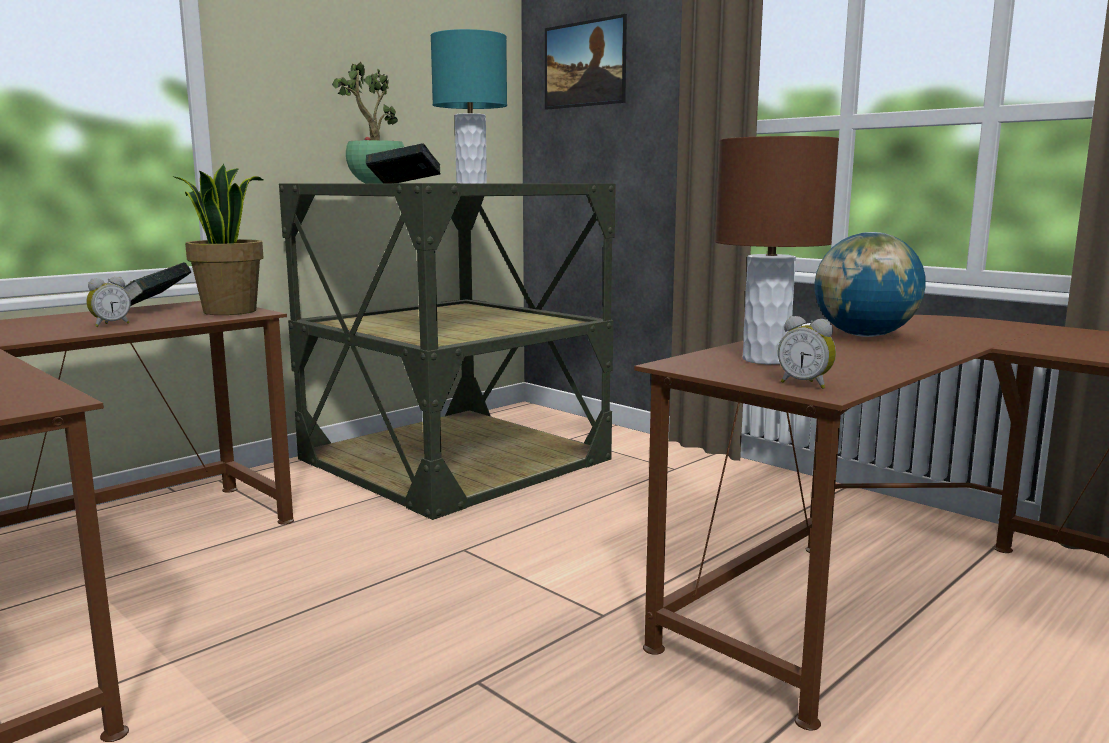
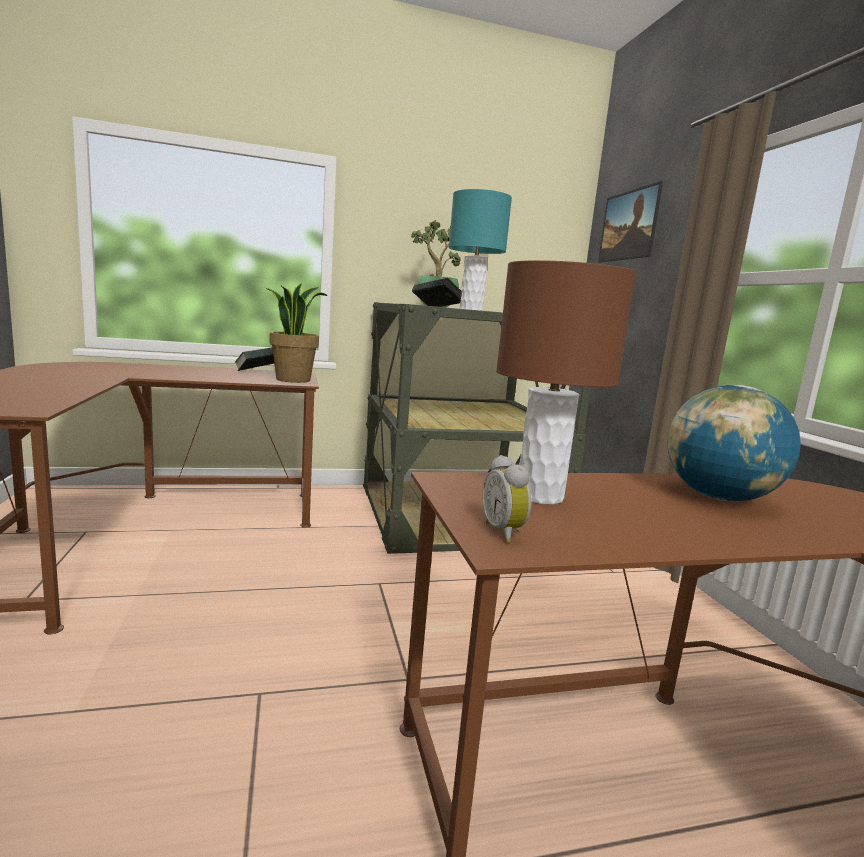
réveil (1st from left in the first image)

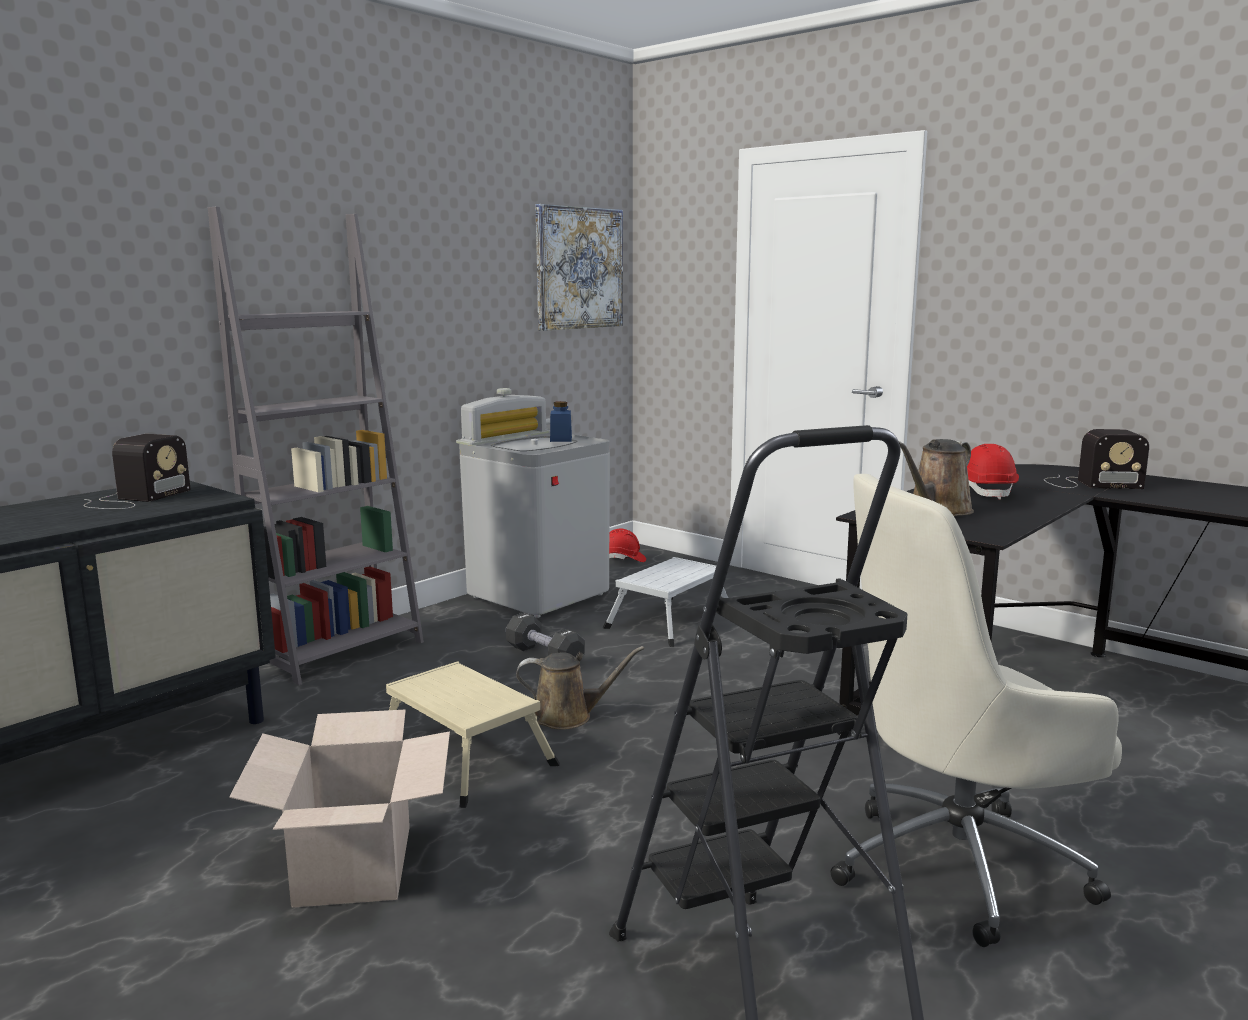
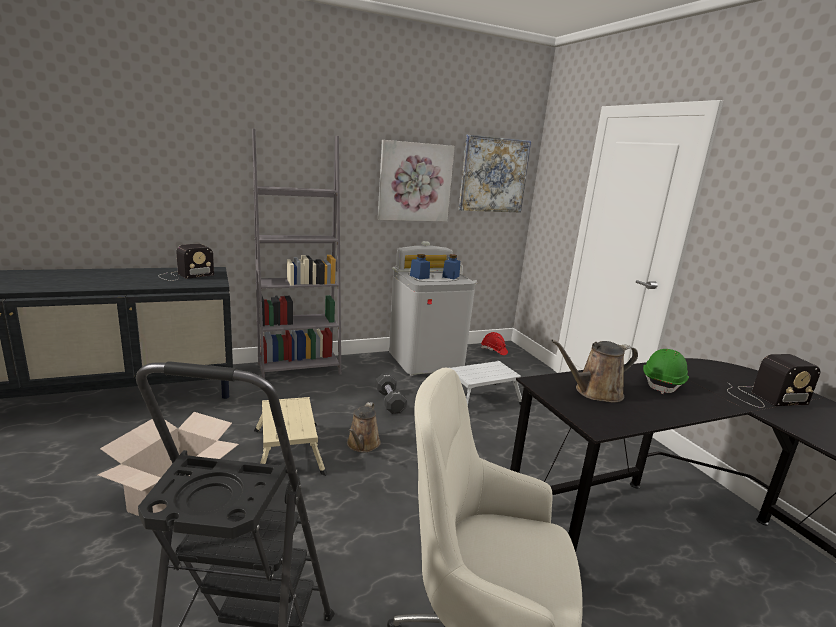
tableau (1st from left)
bocal (bleu) (1st from left)
casque de chantier (vert)
arrosoir (marron) (1st from left)
radio (2nd from left)

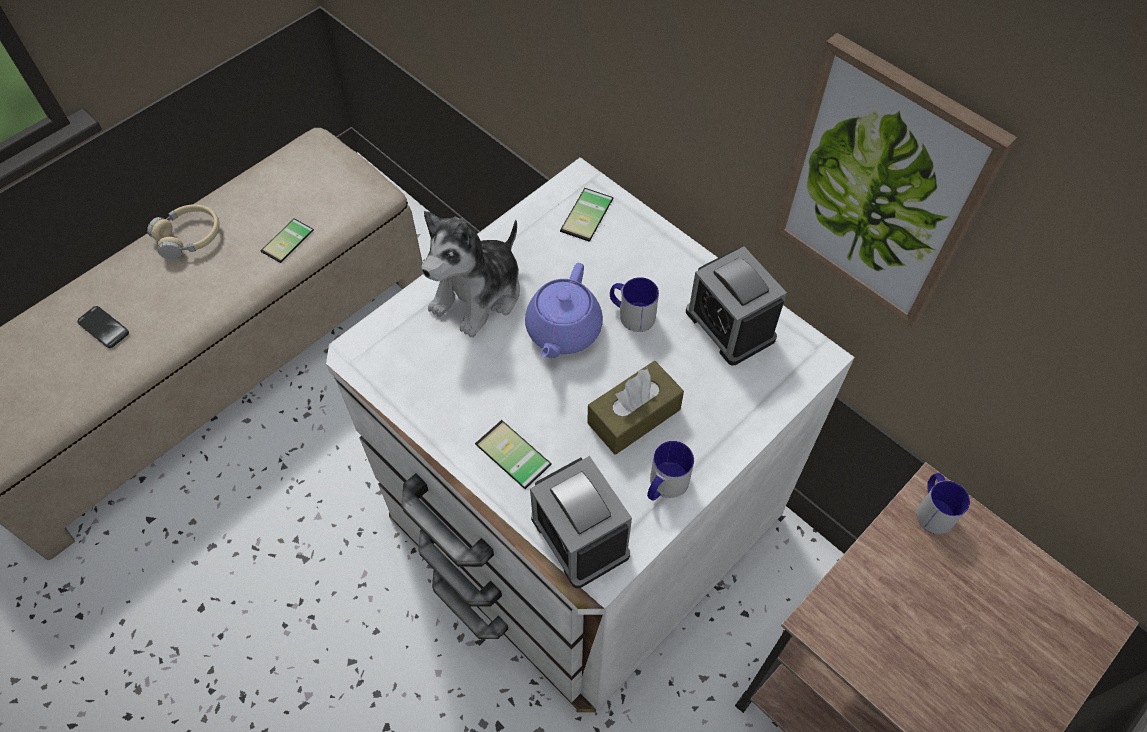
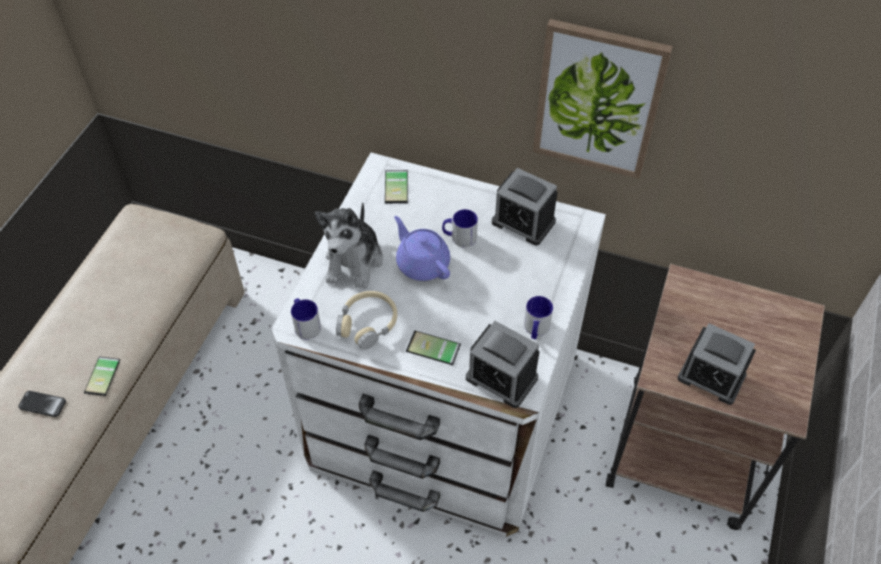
boîte à mouchoirs (marron)
réveil (3rd from left)
casque audio (beige)
téléphone (2nd from left)
mug (1st from left)
théière (violet)

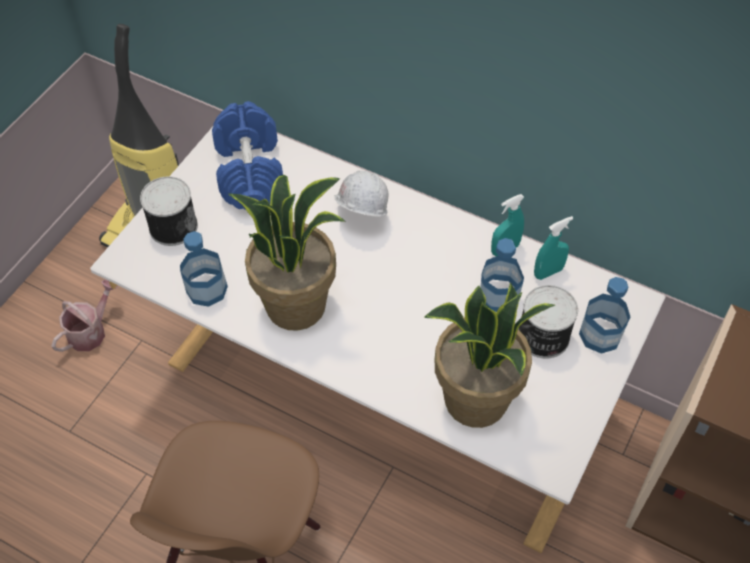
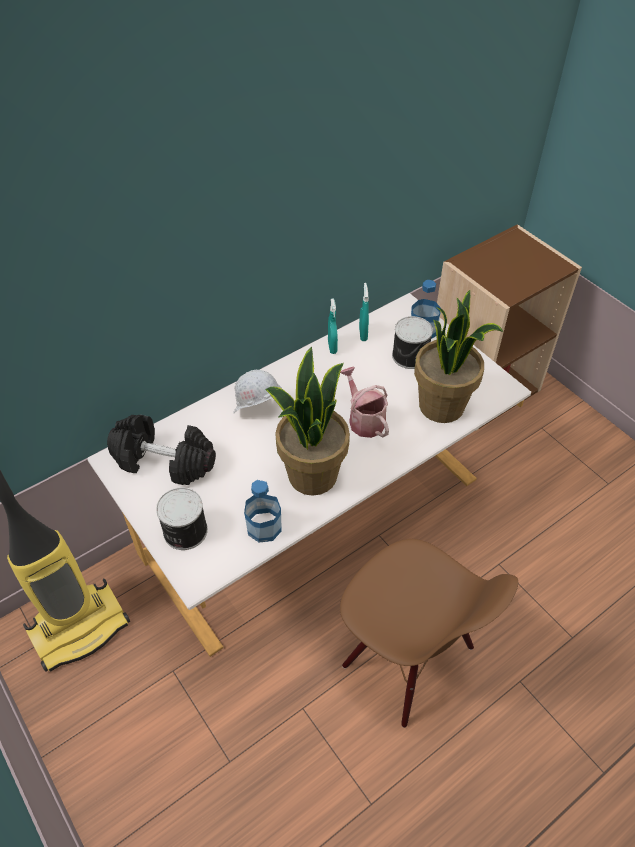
bouteille (2nd from left in the first image)
arrosoir
haltère (noir)

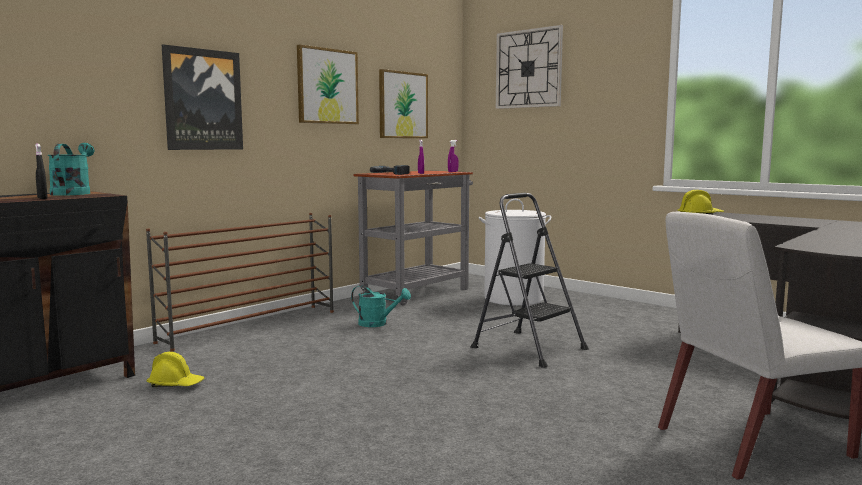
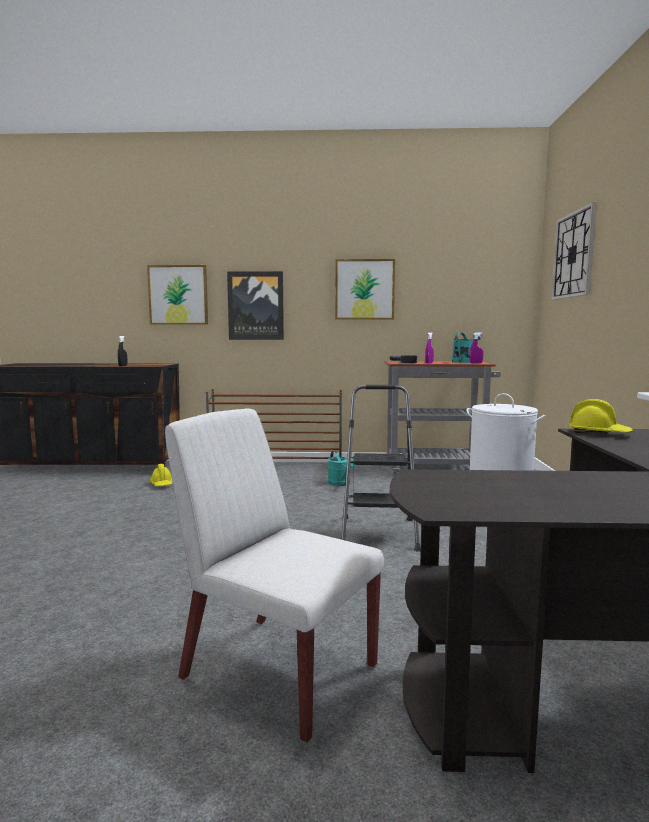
arrosoir (turquoise) (2nd from left)
tableau (1st from left)

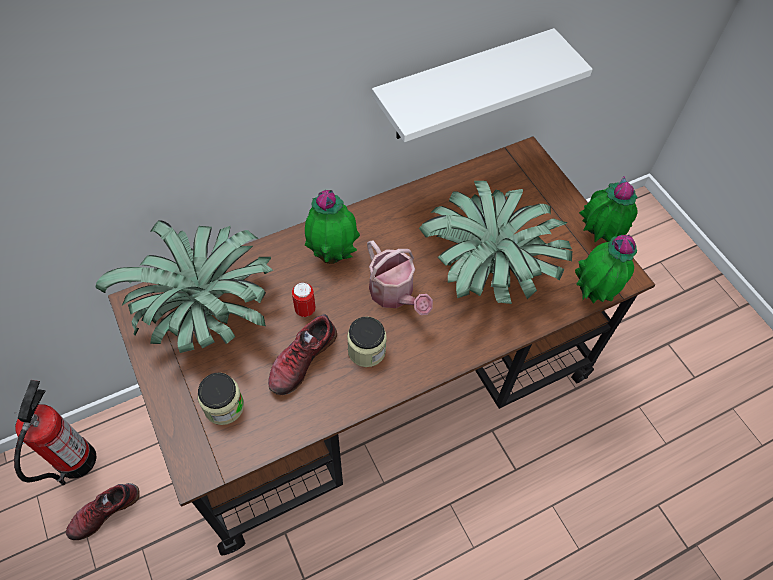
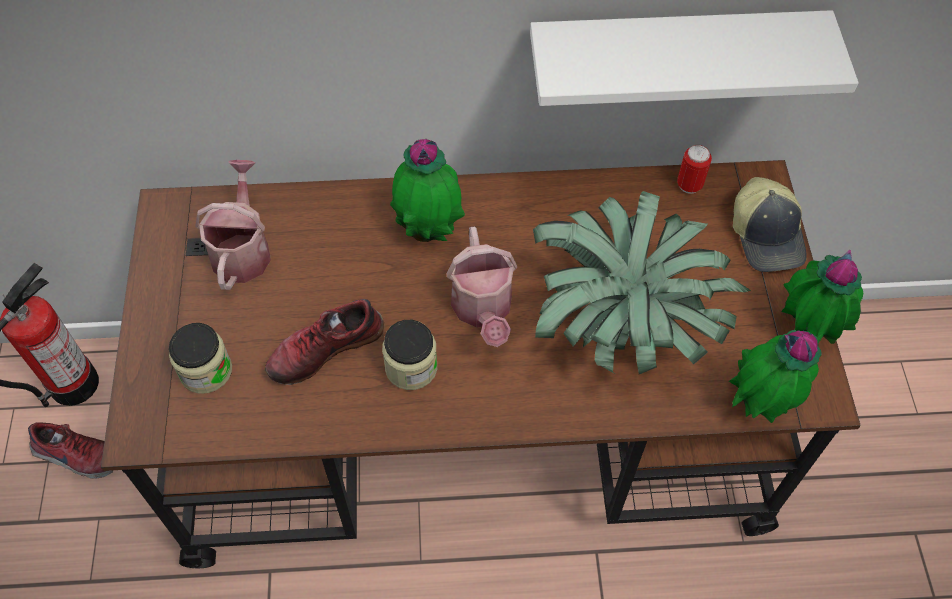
casquette
boîte métallique
arrosoir (1st from left)
chaussure (1st from left)

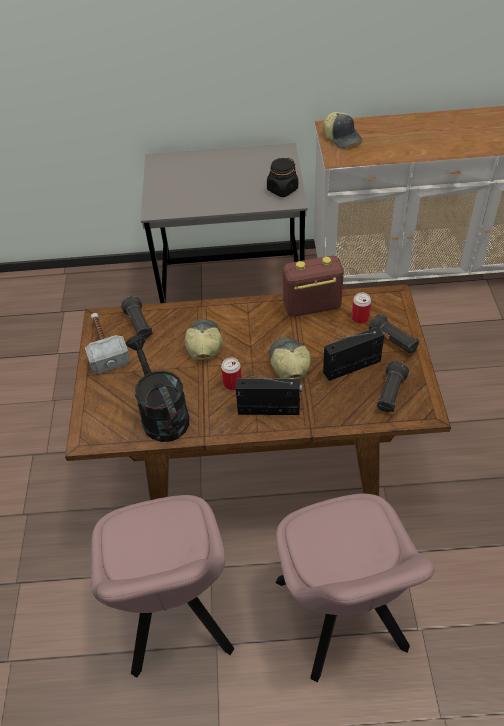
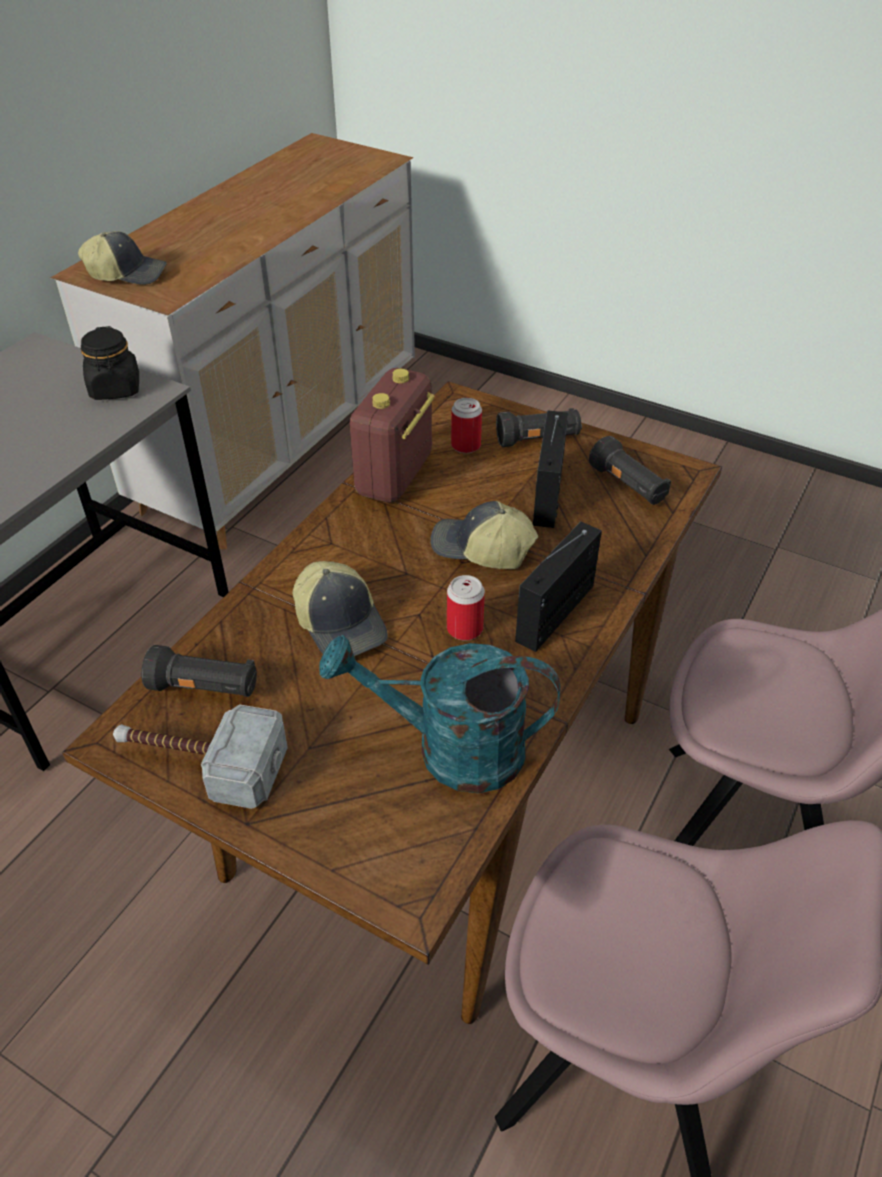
arrosoir (turquoise)
casquette (2nd from left)

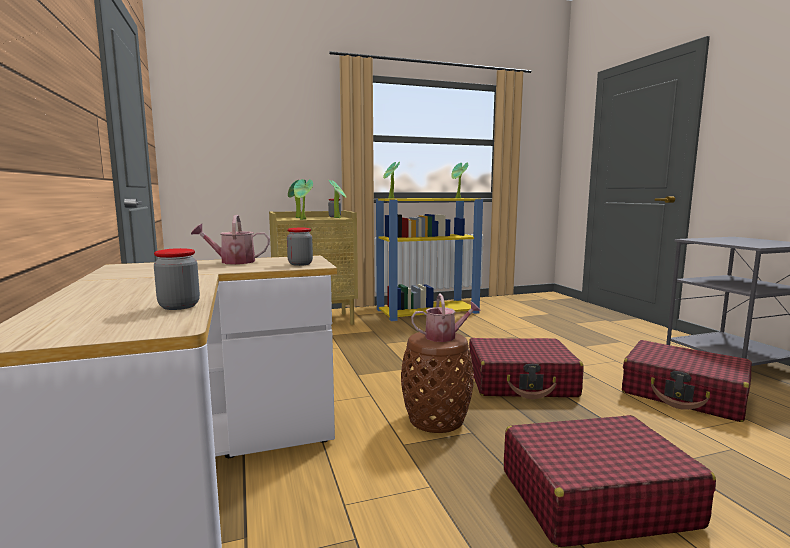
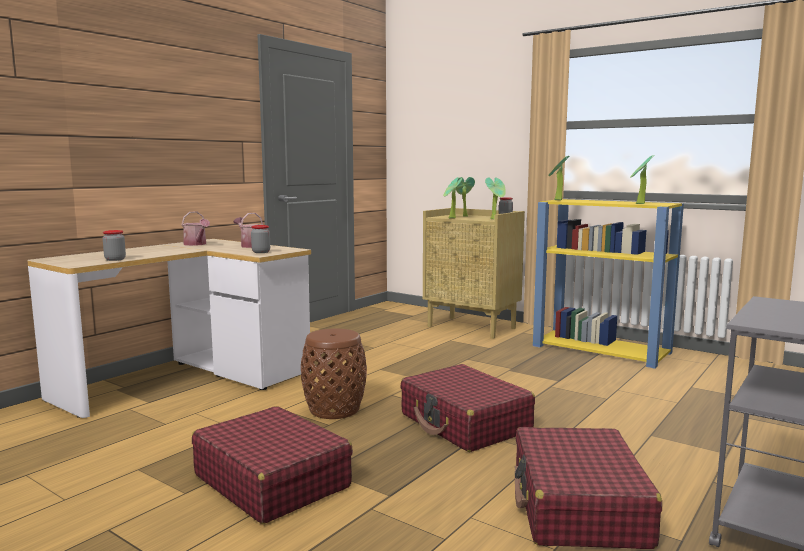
arrosoir (1st from left)

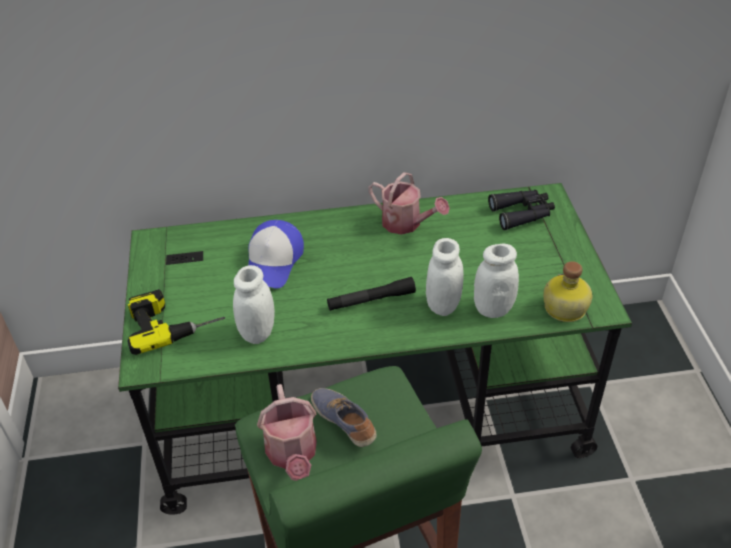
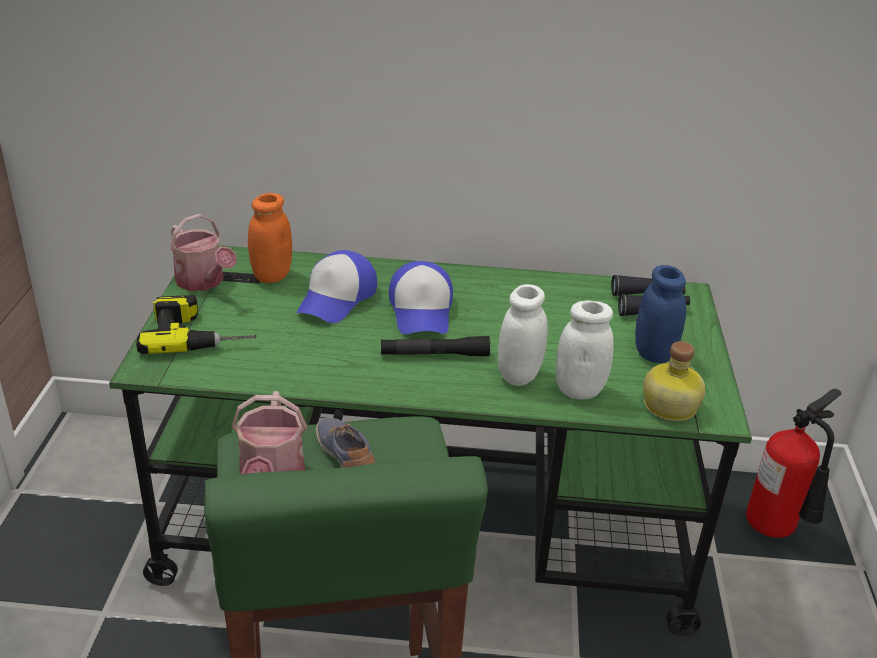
bocal (blanc) (1st from left in the first image)
bocal (orange)
casquette (2nd from left)
bocal (bleu)
extincteur
arrosoir (1st from left)

